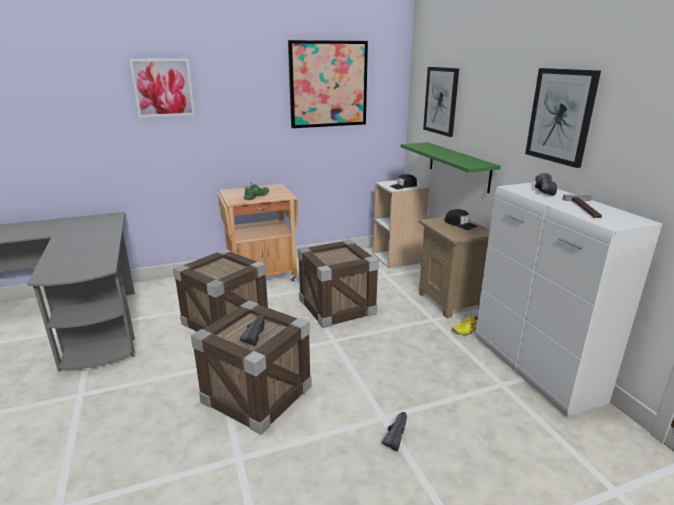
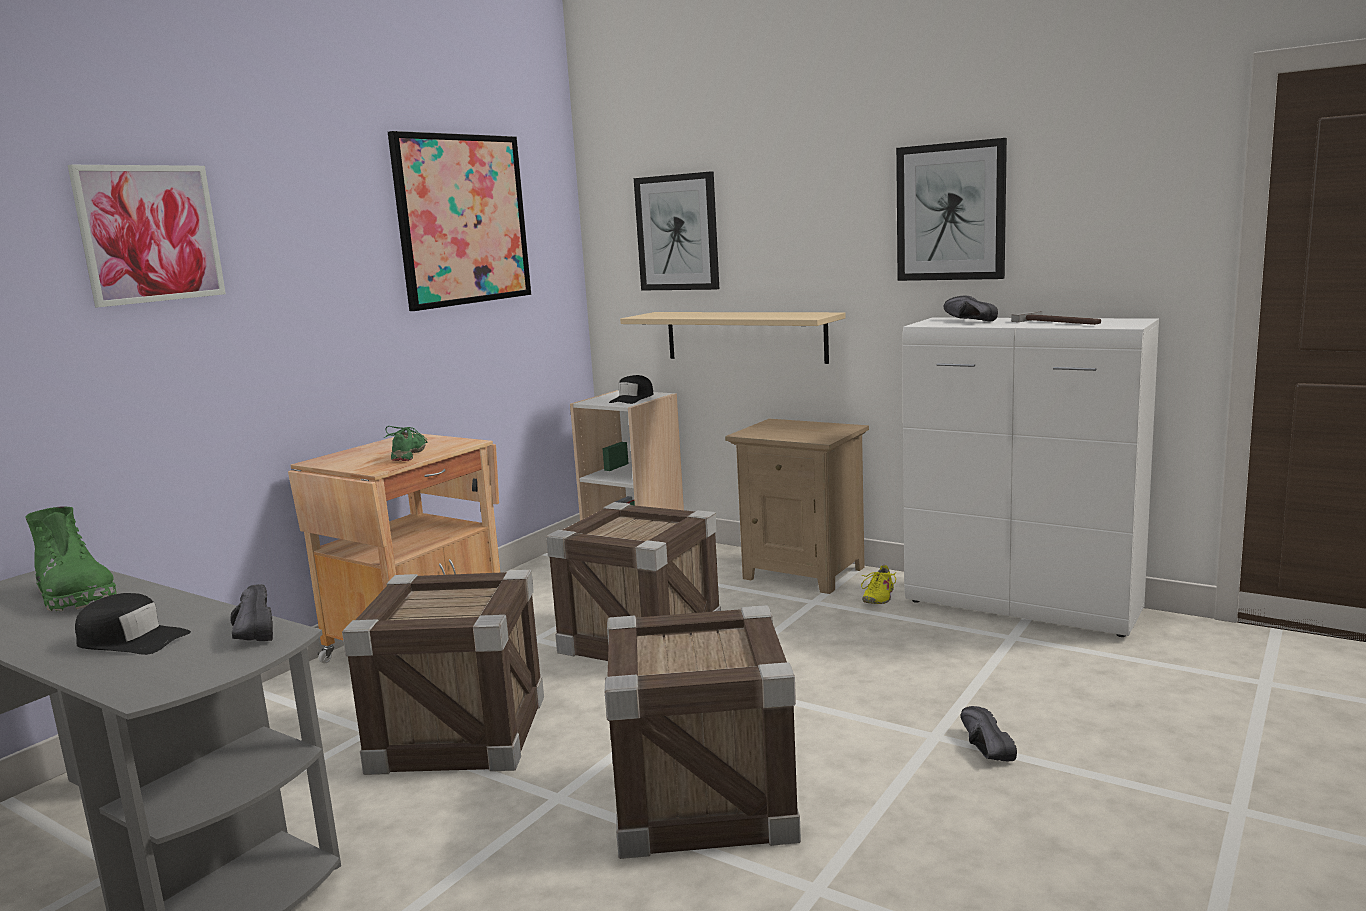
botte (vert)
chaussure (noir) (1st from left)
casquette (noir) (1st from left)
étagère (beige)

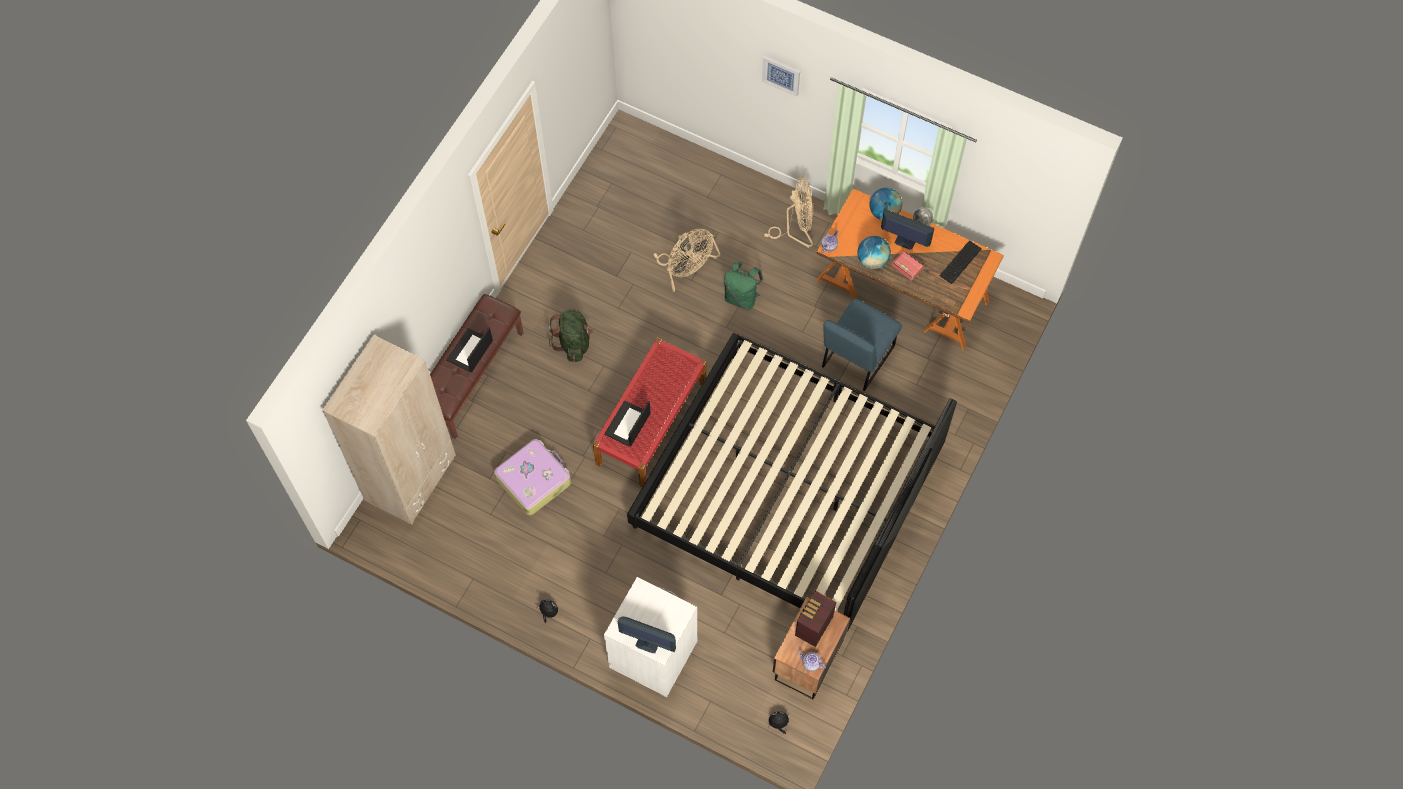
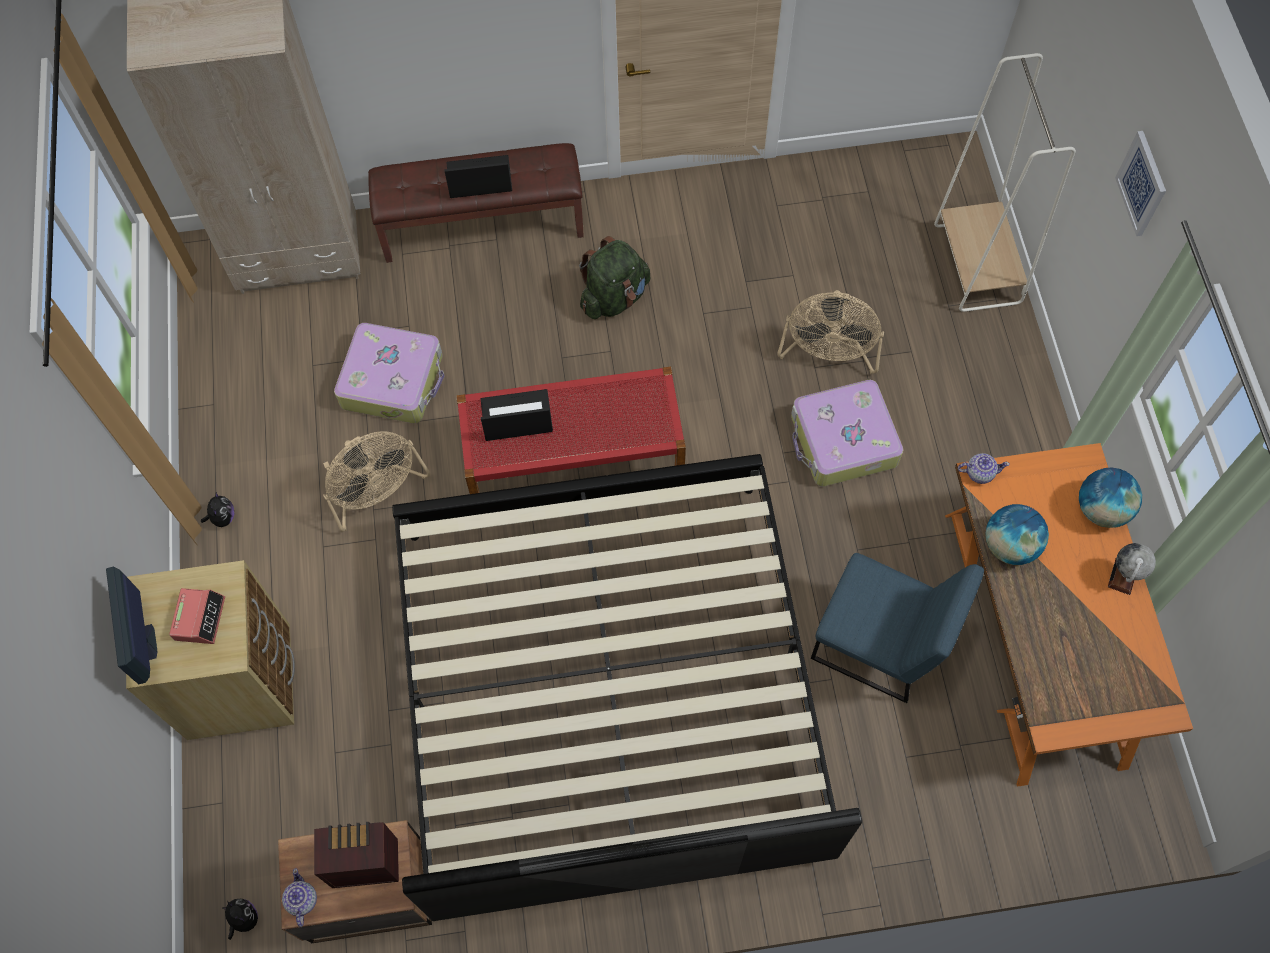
écran d'ordinateur (2nd from left in the first image)
clavier
portant
ventilateur (beige) (1st from left)
réveil
valise (2nd from left)
commode (marron)
chaise (bleu)

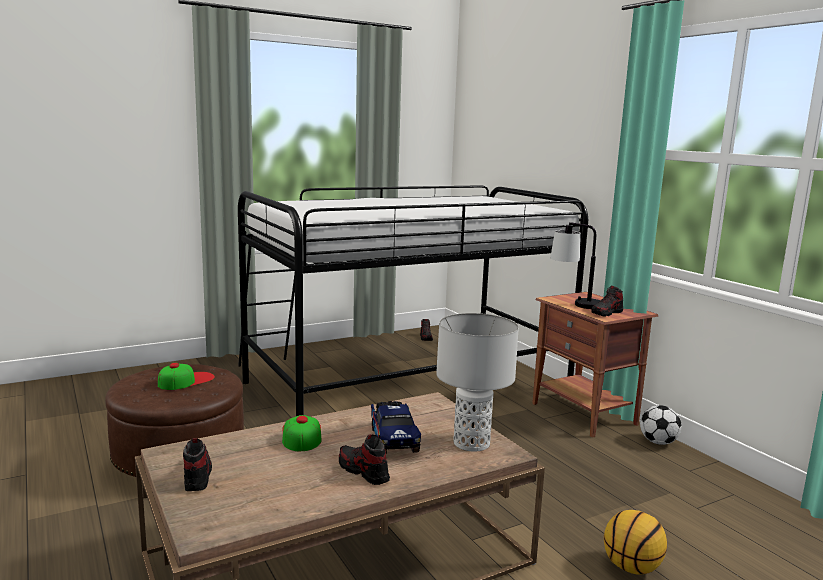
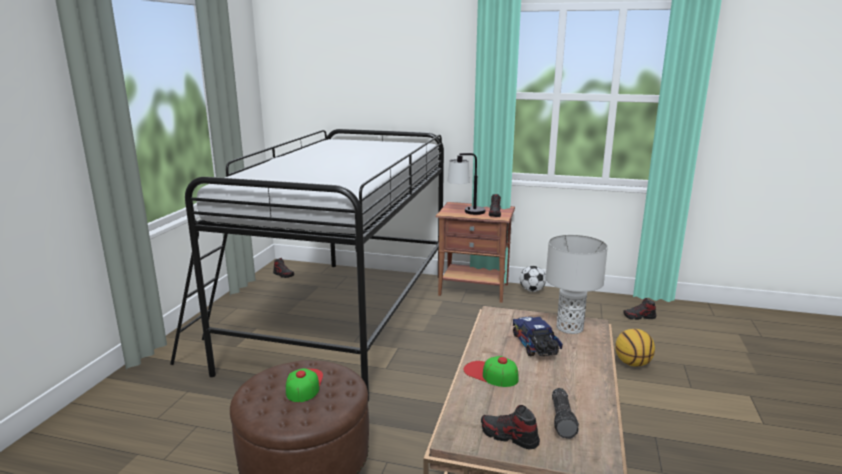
lampe de poche
chaussure (4th from left)
camion jouet

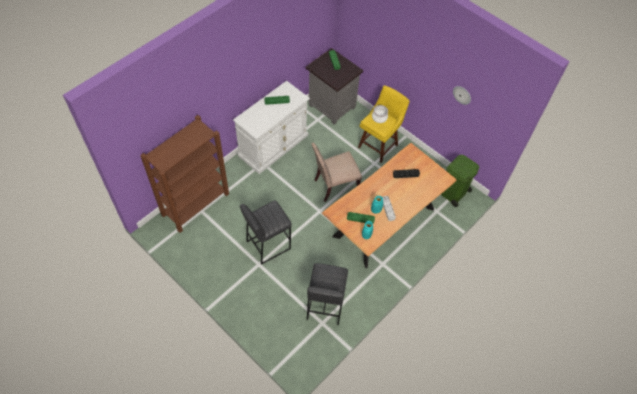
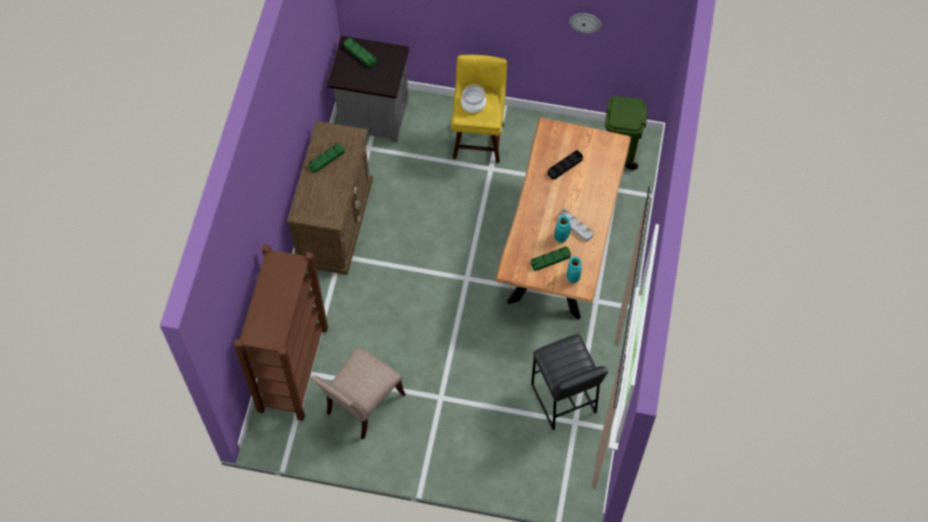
tabouret (gris) (1st from left in the first image)
chaise (beige)
commode (marron)

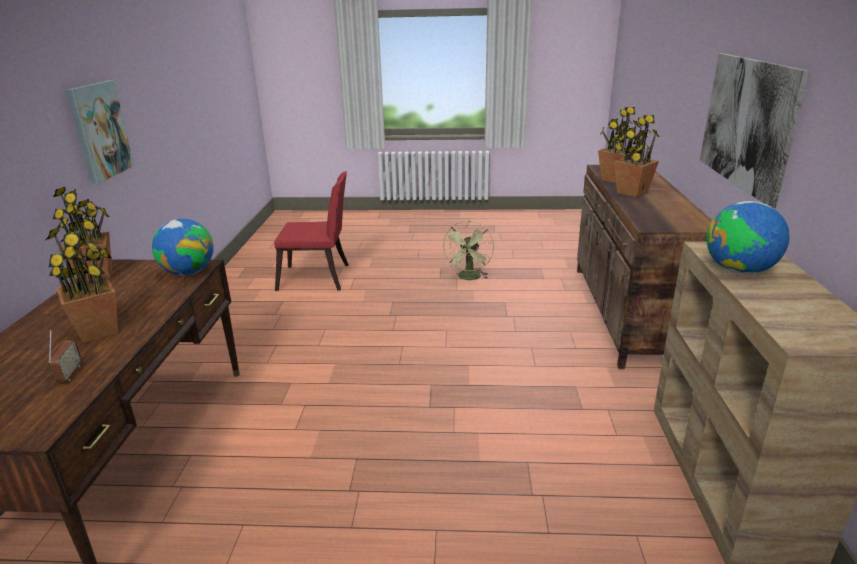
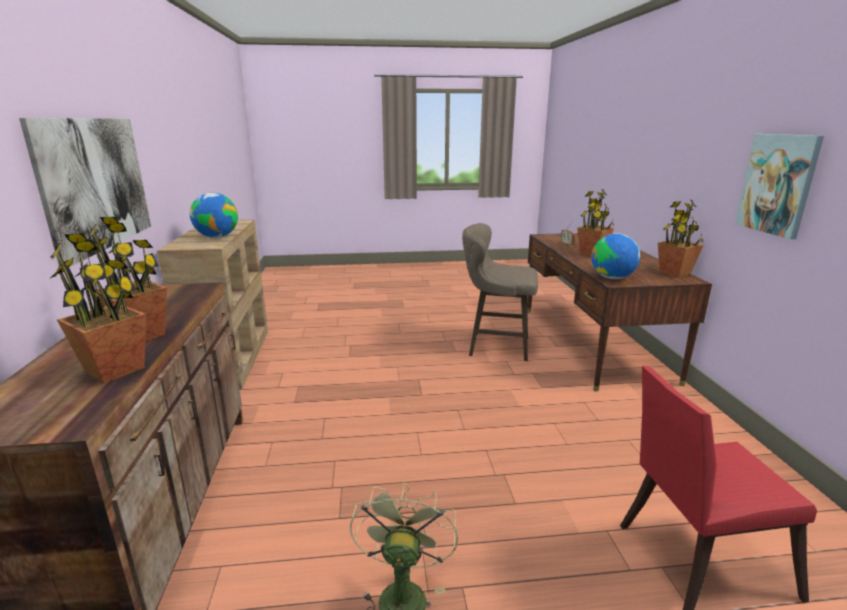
tabouret (beige)

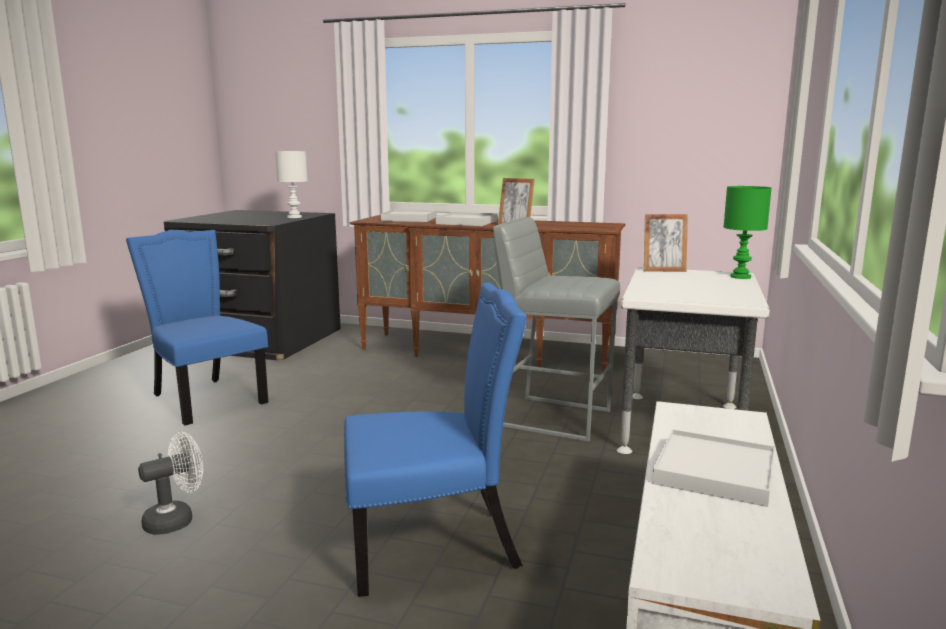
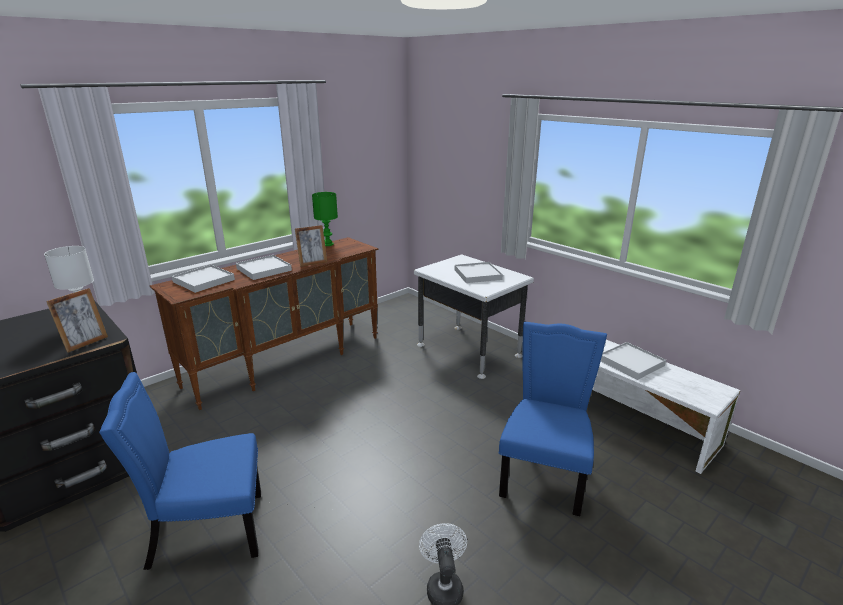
tabouret (gris)
plateau (blanc) (3rd from left)
cadre photo (1st from left)
lampe de table (vert)

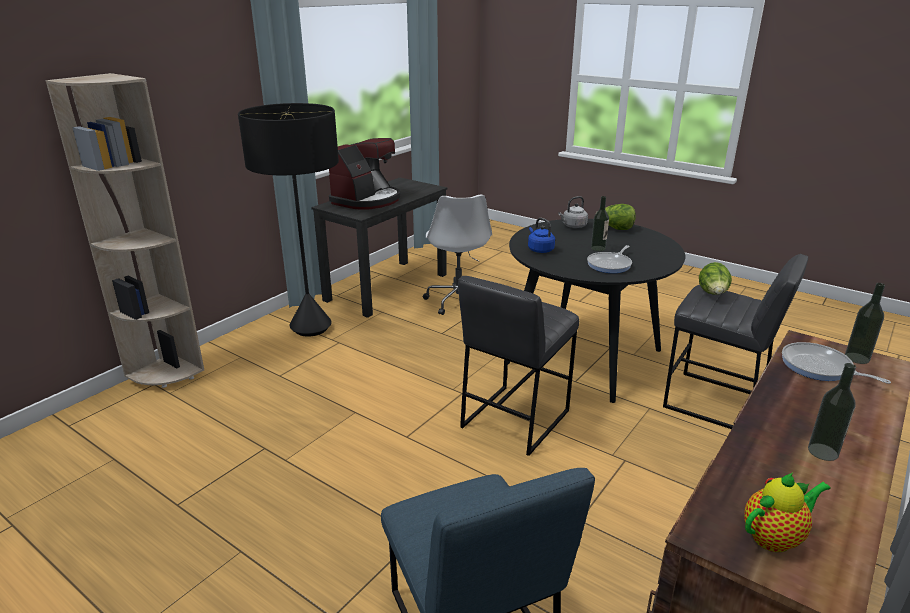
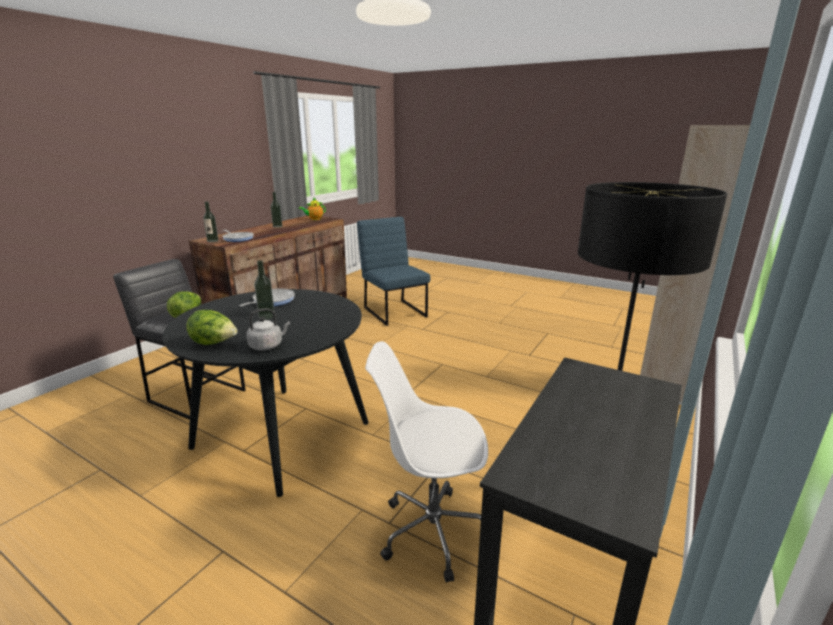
machine à café
tabouret (gris) (1st from left in the first image)
bouilloire (bleu)
chaise de bureau (blanc)

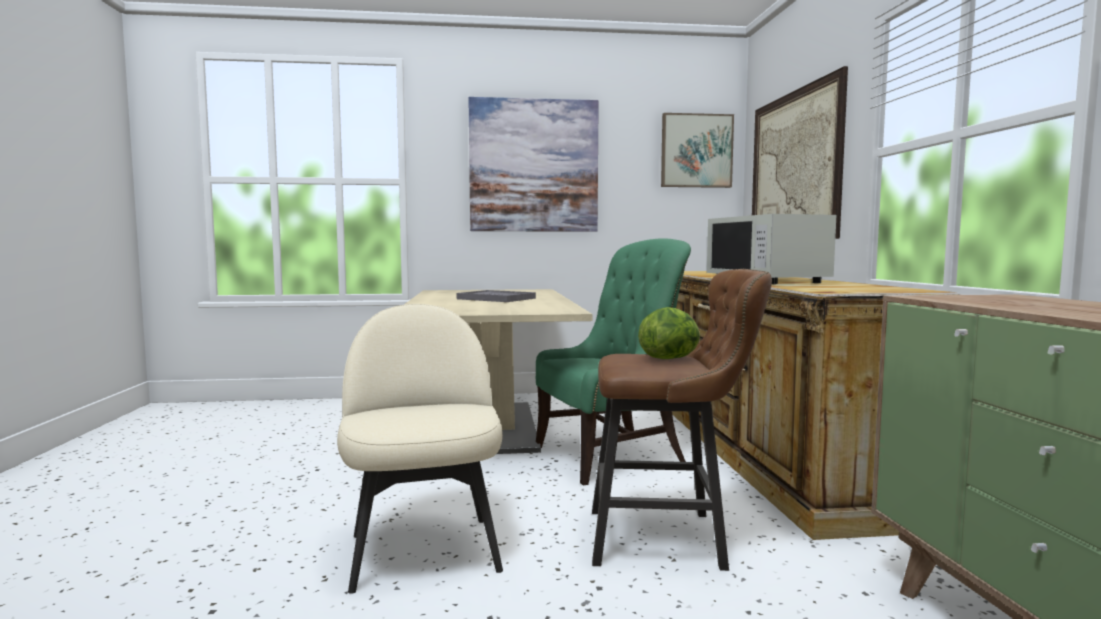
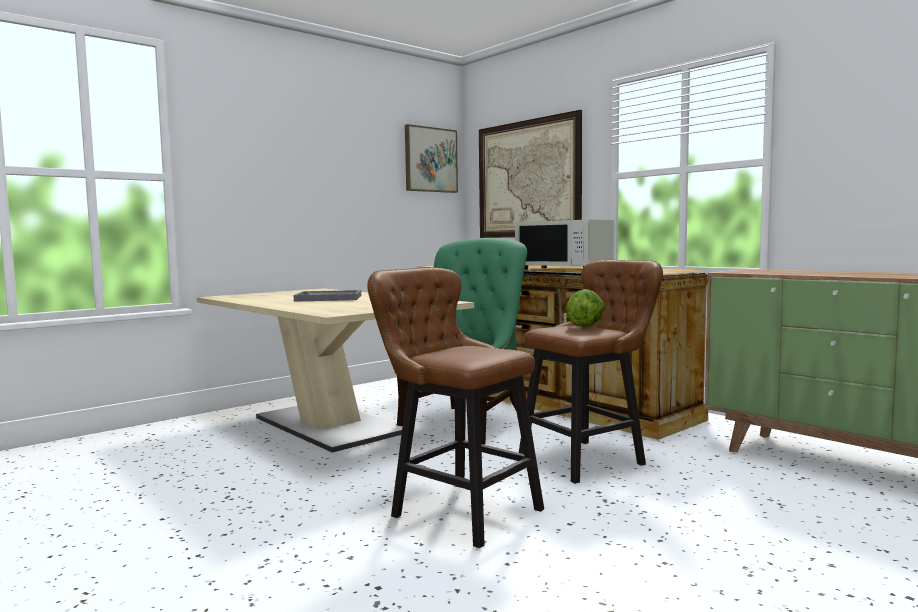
tableau (1st from left in the first image)
tabouret (marron) (1st from left)

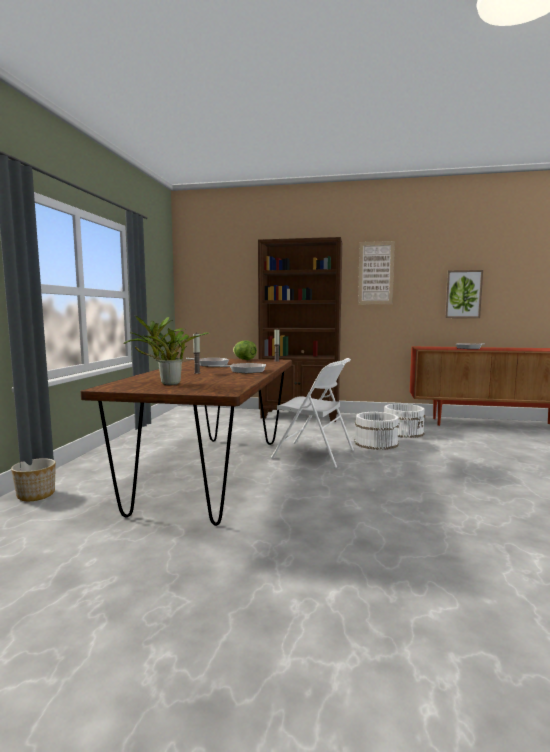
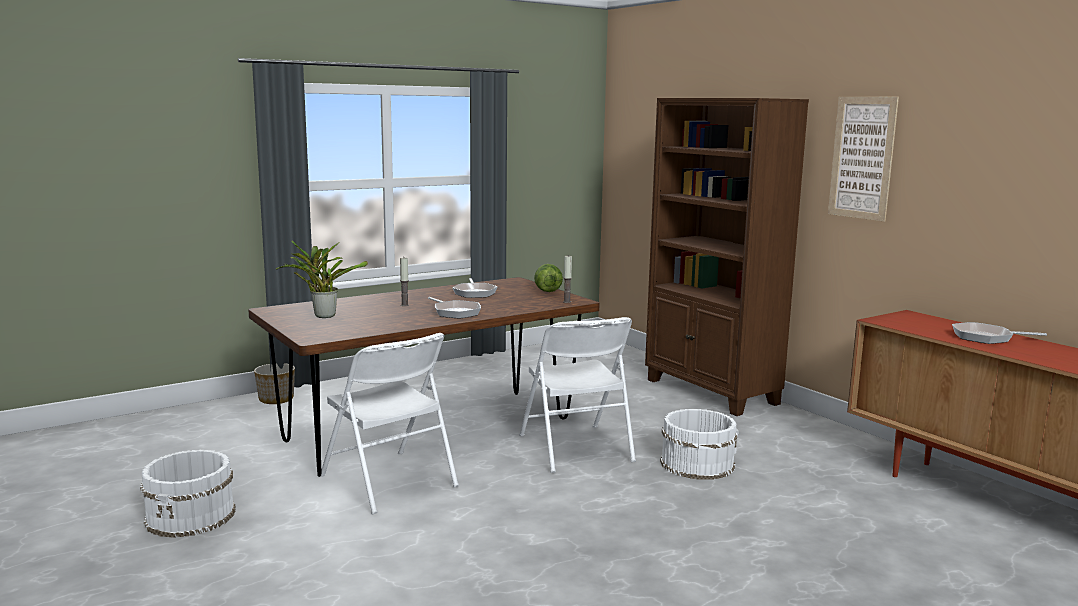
tableau (2nd from left in the first image)
chaise (blanc) (1st from left)
seau (blanc) (1st from left)

